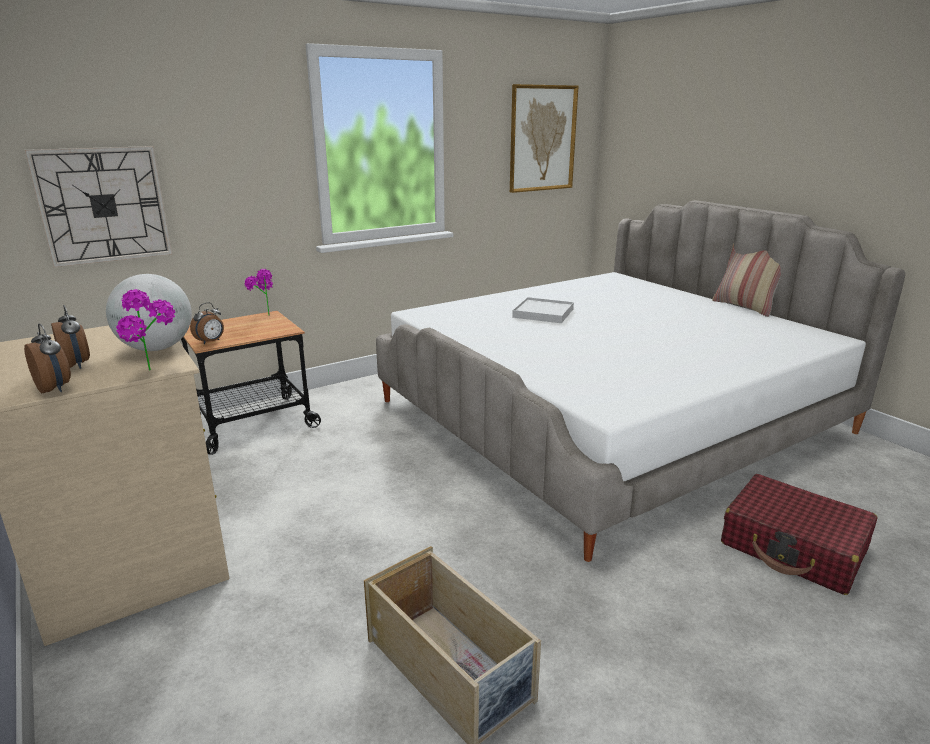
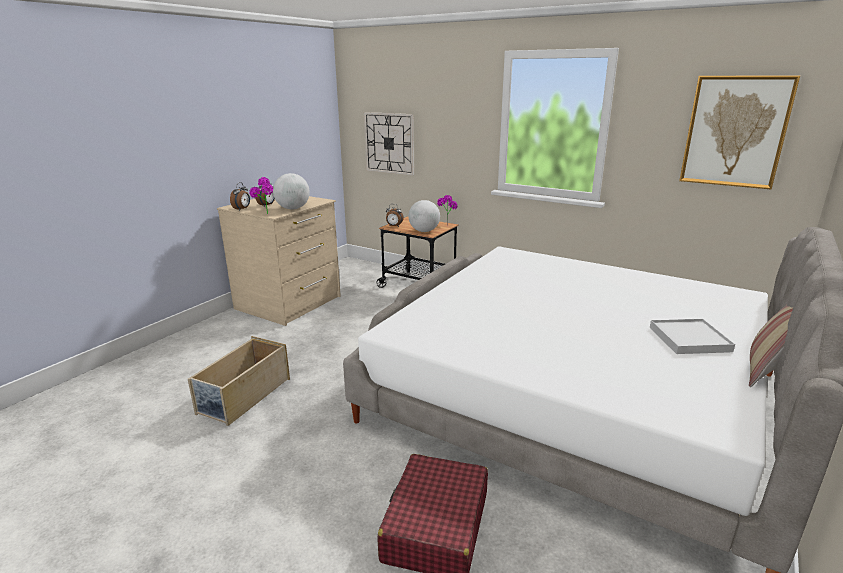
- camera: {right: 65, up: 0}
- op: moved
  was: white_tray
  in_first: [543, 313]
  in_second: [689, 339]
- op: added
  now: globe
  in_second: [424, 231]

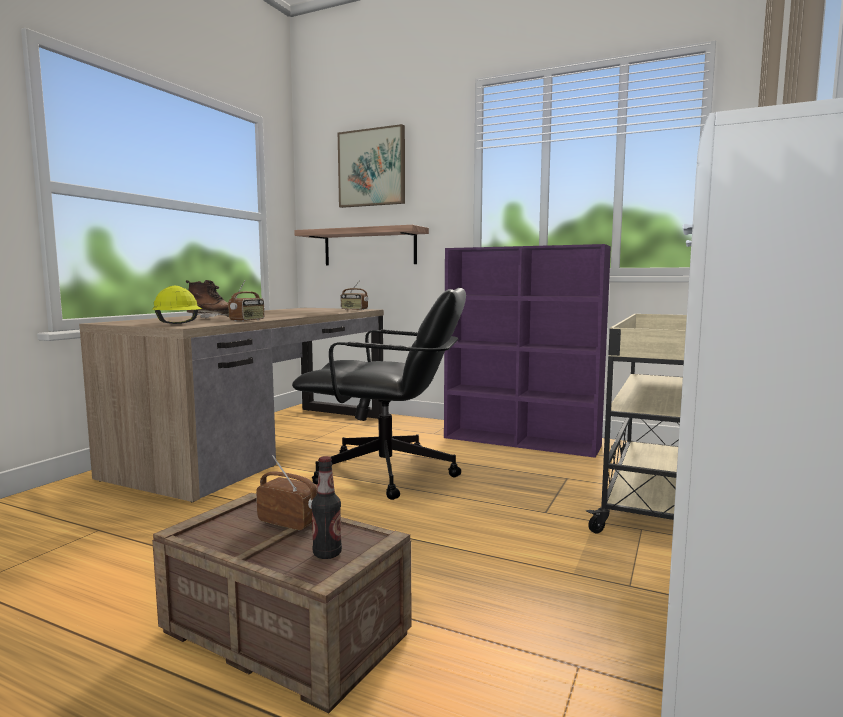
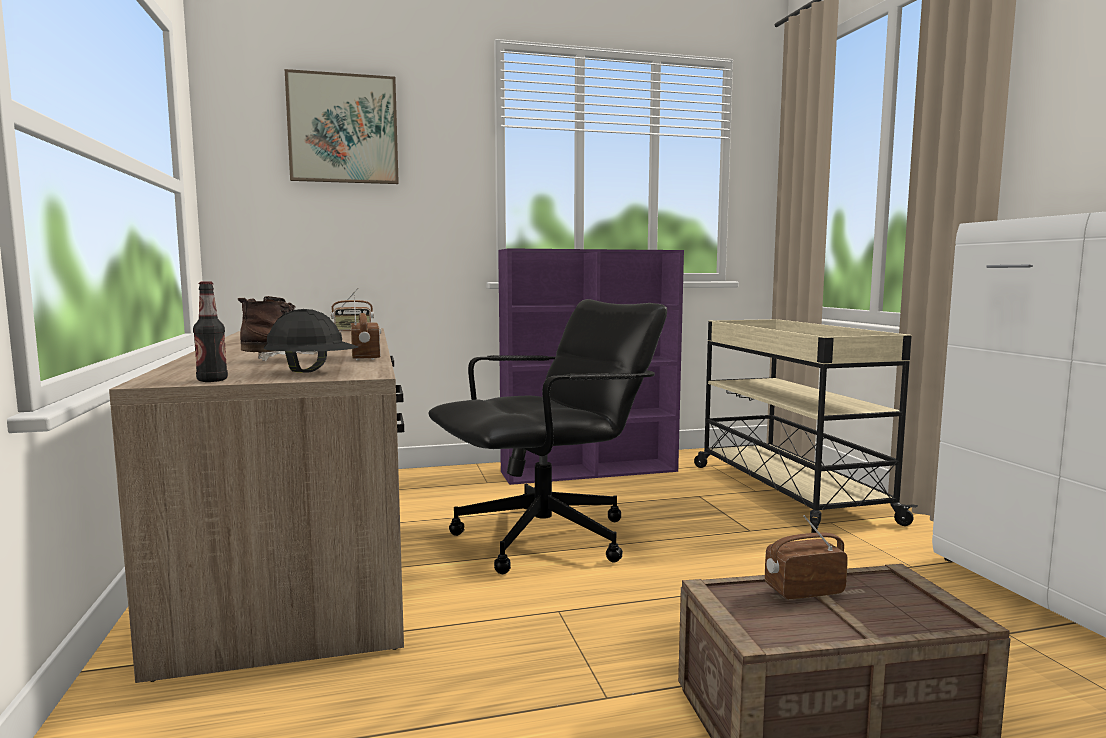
- camera: {right: -40, up: 0}
- op: recoloured
  was: yellow_hard_hat
  now: black_hard_hat
  in_first: [178, 323]
  in_second: [313, 371]
- op: removed
  was: shelf
  in_first: [369, 247]
- op: moved
  was: bottle
  in_first: [327, 554]
  in_second: [212, 380]

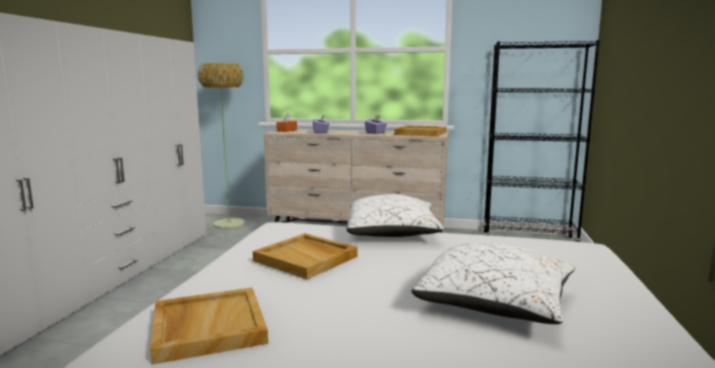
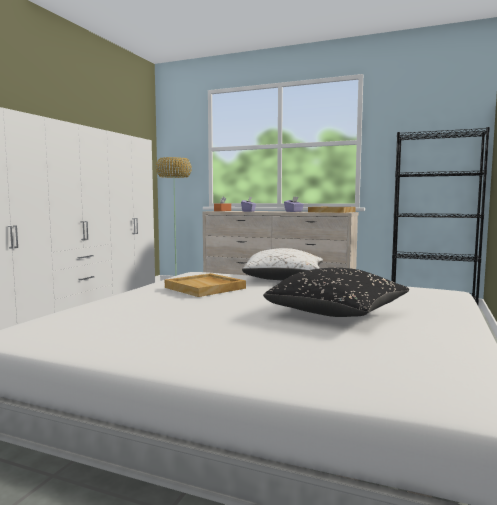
- camera: {right: 10, up: -5}
- op: removed
  was: beige_tray
  in_first: [207, 327]
- op: recoloured
  was: white_pillow
  now: black_pillow
  in_first: [496, 304]
  in_second: [337, 314]

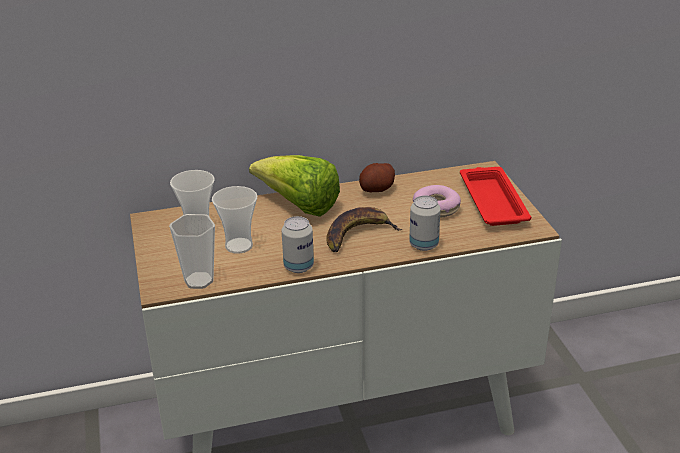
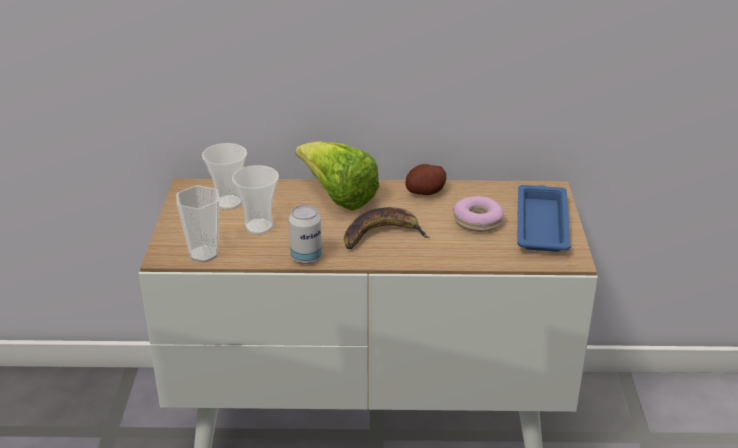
- camera: {right: 15, up: 0}
- op: removed
  was: can
  in_first: [423, 245]
- op: recoloured
  was: red_tray
  now: blue_tray
  in_first: [492, 201]
  in_second: [541, 223]

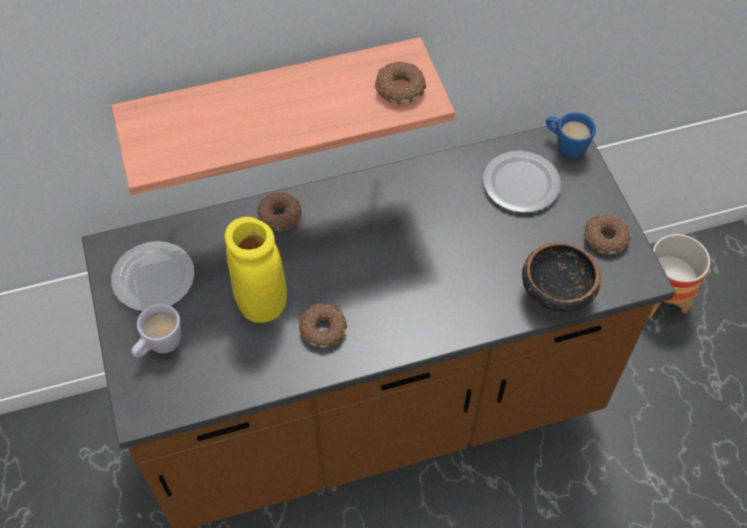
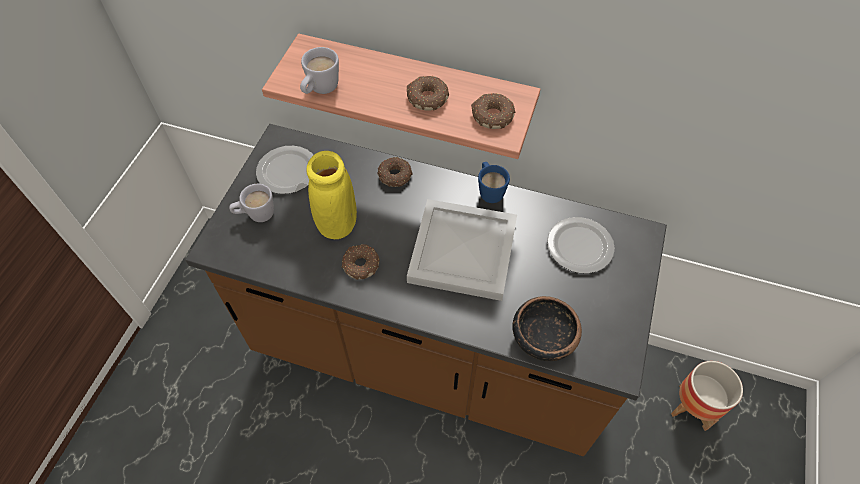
- camera: {right: 35, up: 0}
- op: moved
  was: blue_mug
  in_first: [565, 146]
  in_second: [489, 190]
- op: moved
  was: donut
  in_first: [604, 238]
  in_second: [427, 98]
- op: added
  now: white_mug
  in_second: [320, 90]
- op: added
  now: white_tray
  in_second: [464, 253]

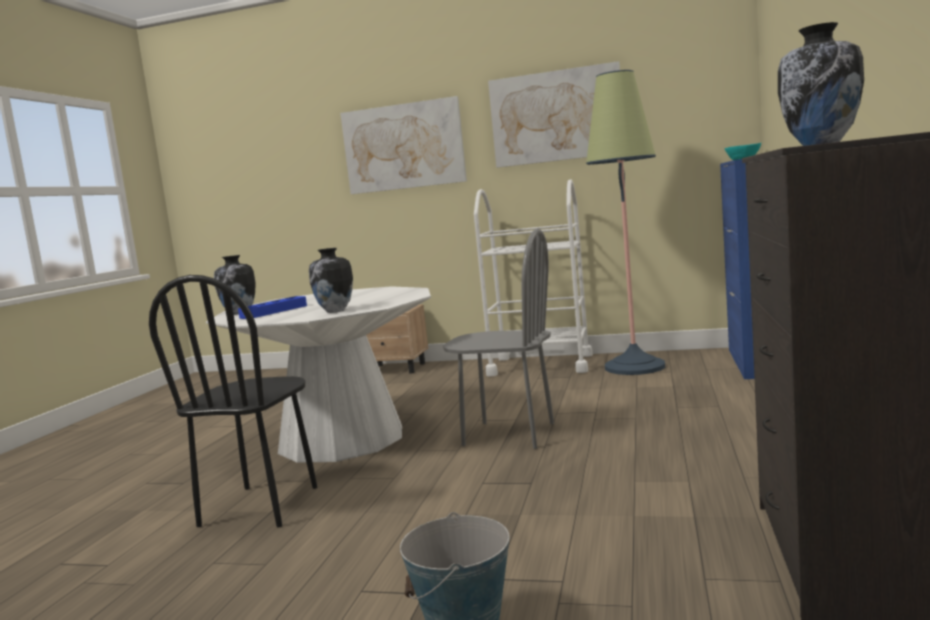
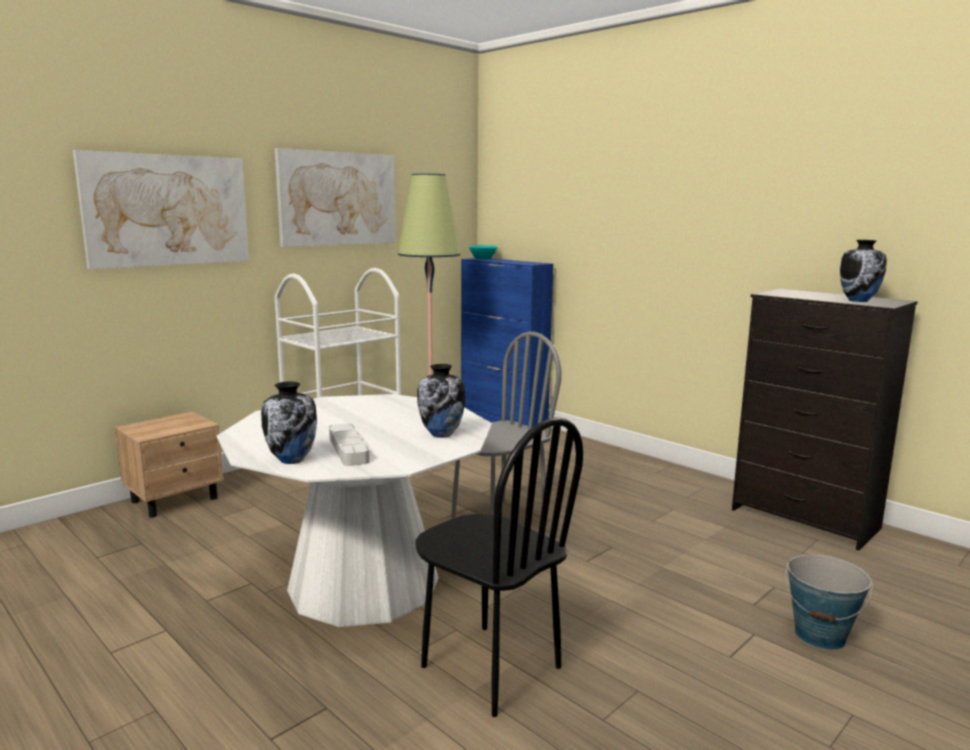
- camera: {right: -60, up: 5}
- op: recoloured
  was: blue_tray
  now: grey_tray
  in_first: [274, 311]
  in_second: [348, 449]

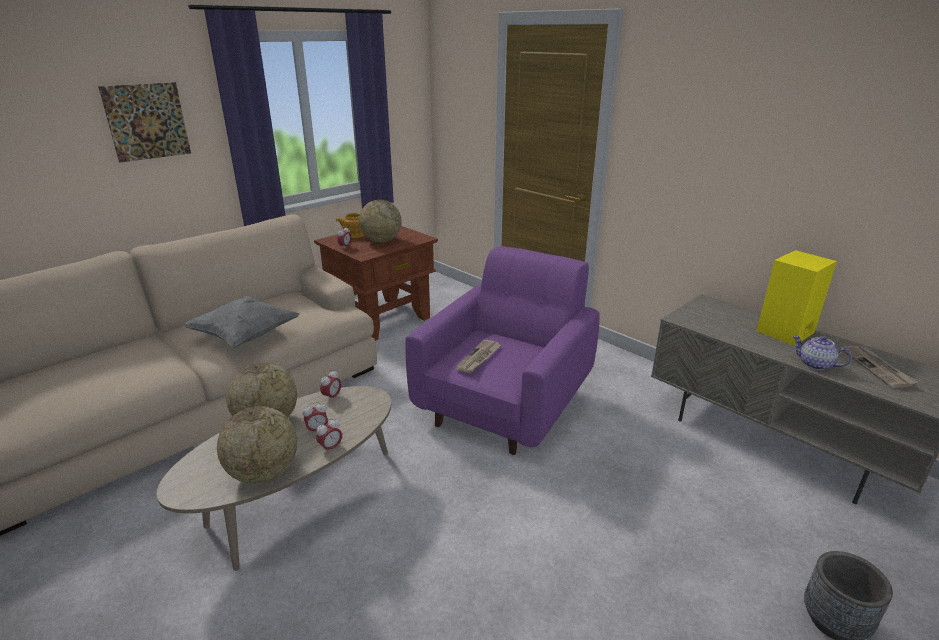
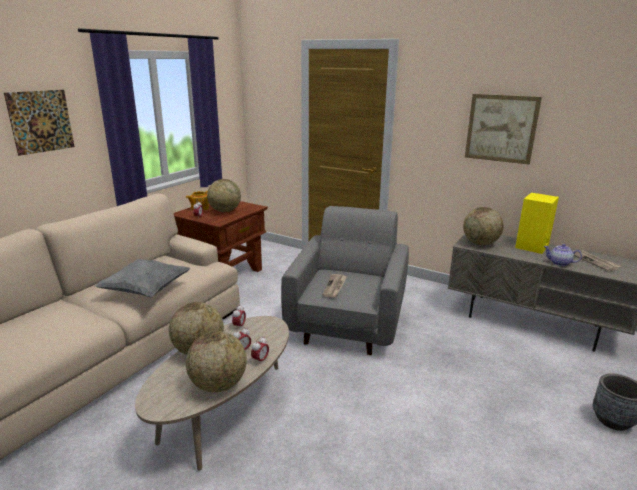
- camera: {right: -15, up: -5}
- op: recoloured
  was: purple_armchair
  now: grey_armchair
  in_first: [506, 403]
  in_second: [348, 322]
- op: added
  now: globe
  in_second: [480, 243]
- op: added
  now: picture
  in_second: [501, 128]

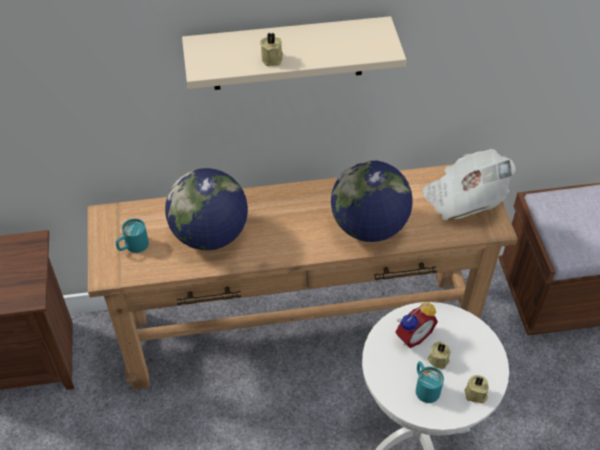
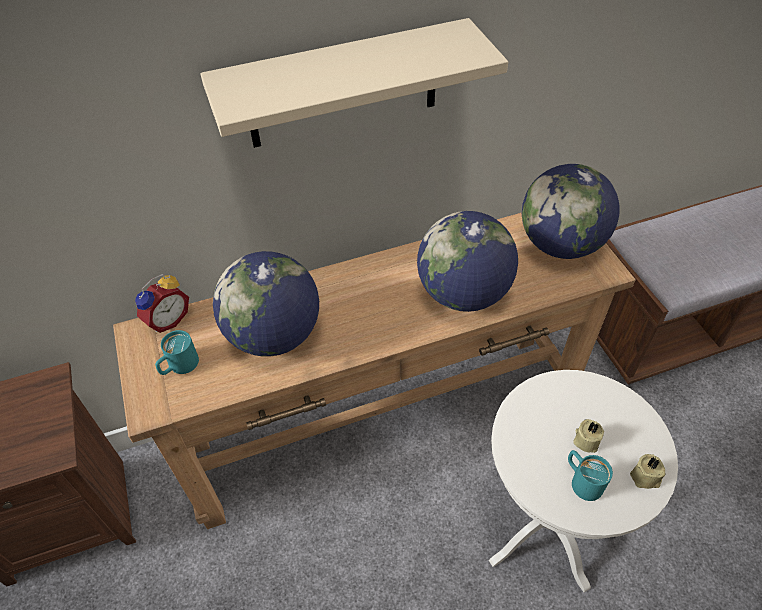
- camera: {right: -10, up: 0}
- op: removed
  was: beige_candle
  in_first: [273, 58]
- op: moved
  was: alarm_clock
  in_first: [412, 336]
  in_second: [167, 320]
- op: replaced
  was: newspaper
  now: globe
  in_first: [464, 199]
  in_second: [560, 245]

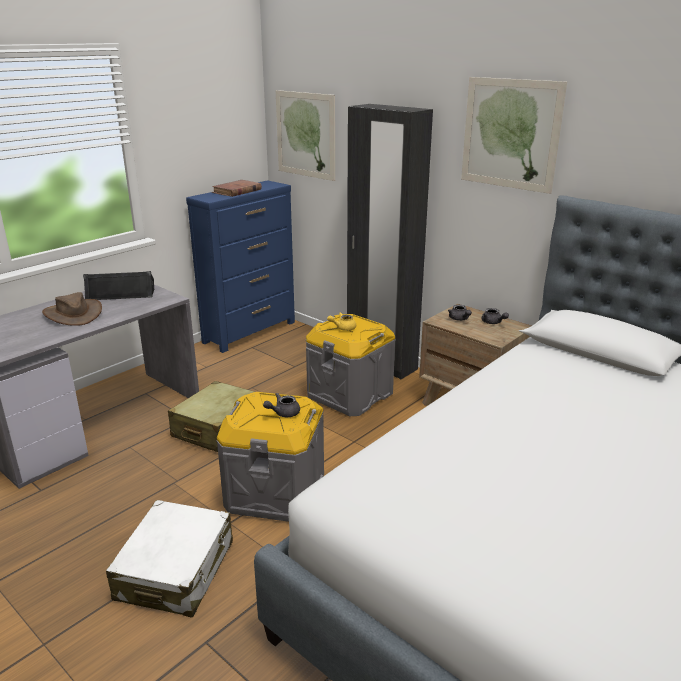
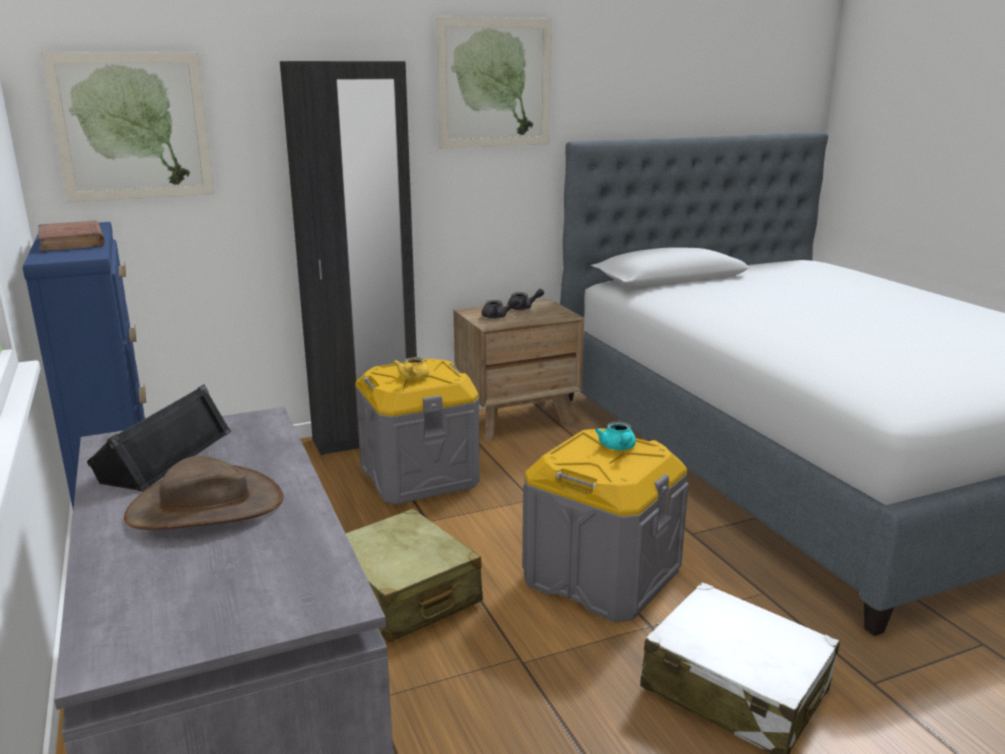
- camera: {right: -65, up: -5}
- op: recoloured
  was: grey_teapot
  now: turquoise_teapot
  in_first: [283, 413]
  in_second: [618, 448]

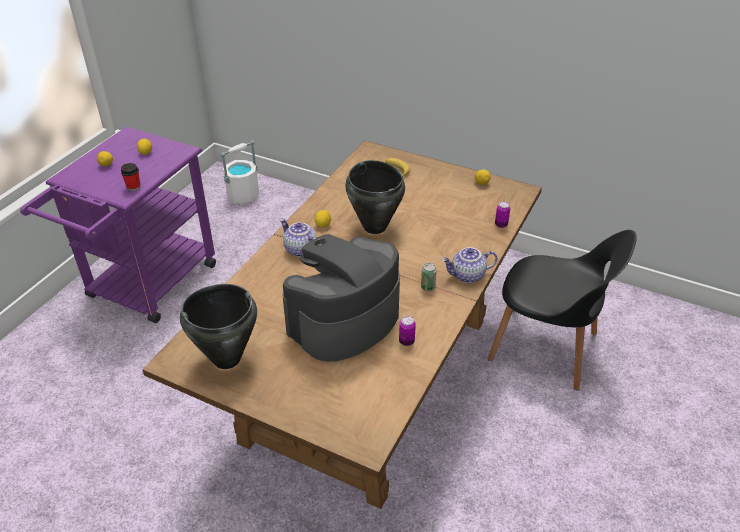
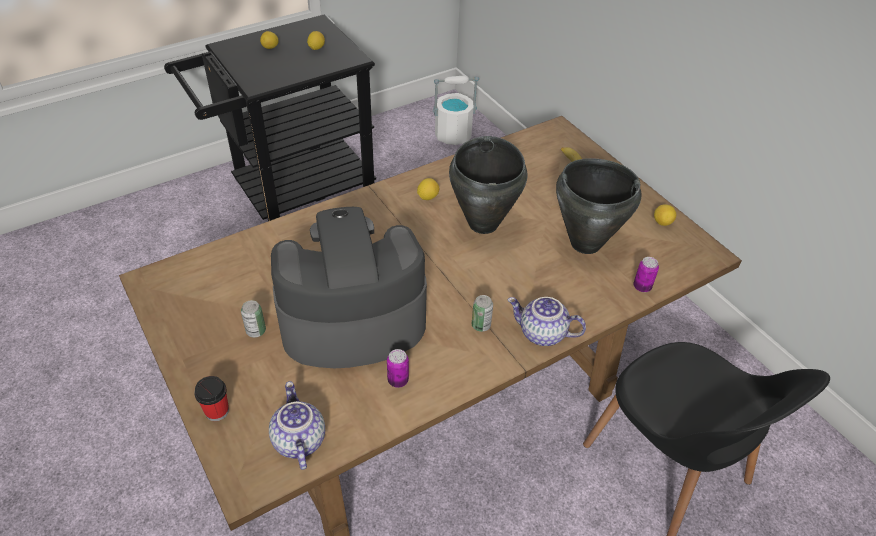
- camera: {right: 30, up: 5}
- op: recoloured
  was: purple_cart
  now: black_cart
  in_first: [145, 287]
  in_second: [292, 193]
- op: moved
  was: cup
  in_first: [133, 187]
  in_second: [217, 411]
- op: moved
  was: black_cooking_pot
  in_first: [226, 358]
  in_second: [585, 243]
- op: moved
  was: teapot
  in_first: [299, 250]
  in_second: [297, 440]
- op: added
  now: can
  in_second: [256, 331]

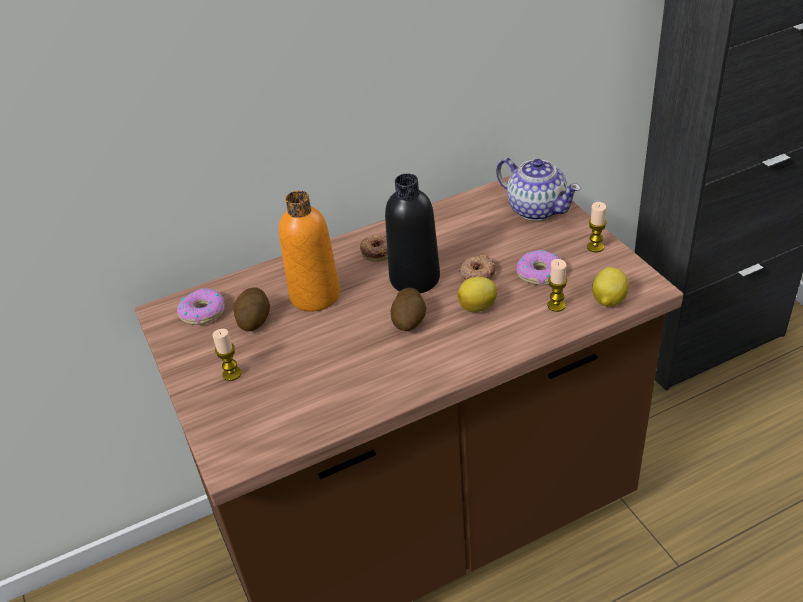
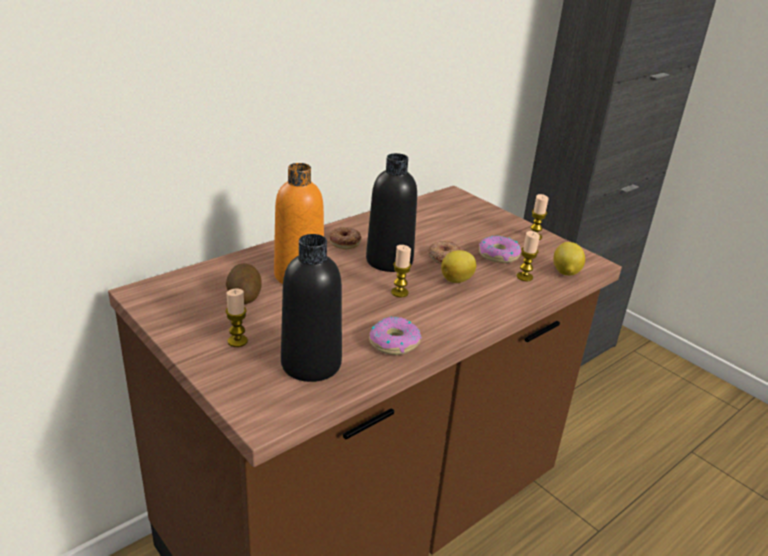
- camera: {right: -20, up: -10}
- op: moved
  was: donut
  in_first: [202, 312]
  in_second: [394, 342]
- op: replaced
  was: potato
  now: candle
  in_first: [409, 321]
  in_second: [399, 292]
- op: removed
  was: teapot
  in_first: [536, 208]
- op: added
  now: black_bottle
  in_second: [311, 364]

